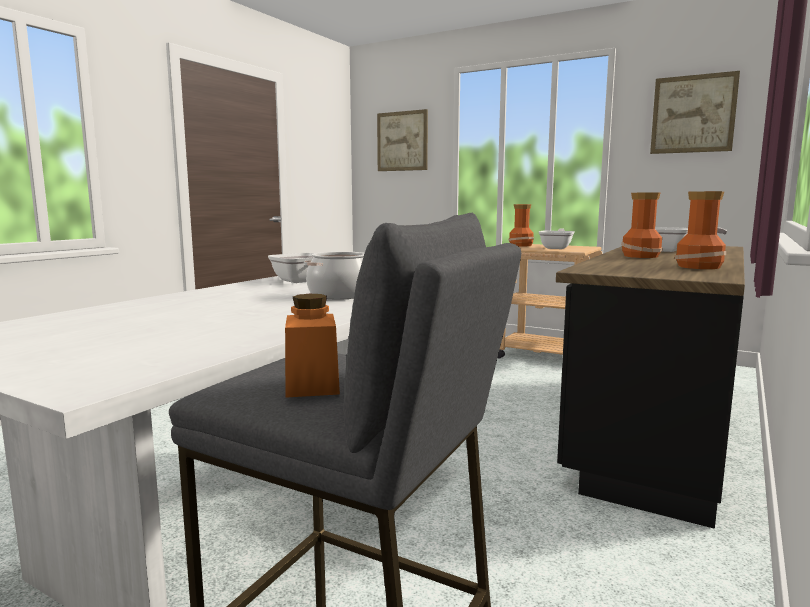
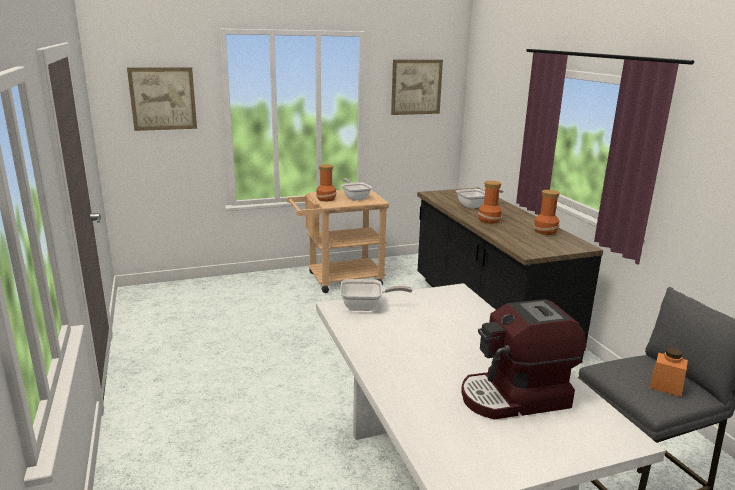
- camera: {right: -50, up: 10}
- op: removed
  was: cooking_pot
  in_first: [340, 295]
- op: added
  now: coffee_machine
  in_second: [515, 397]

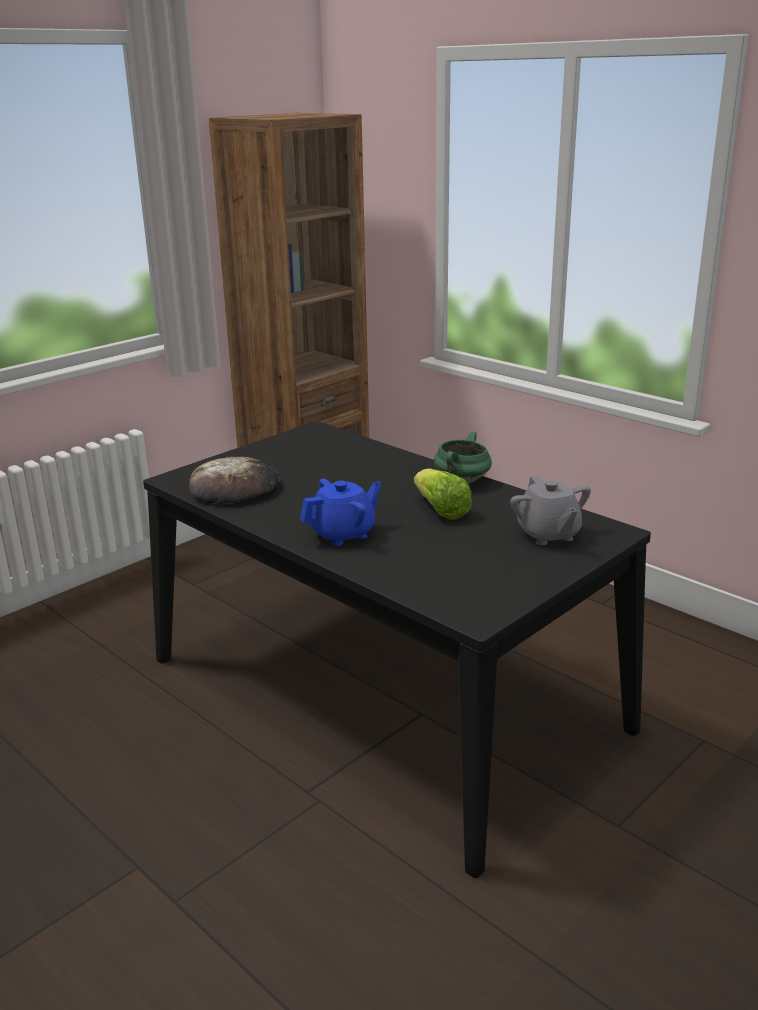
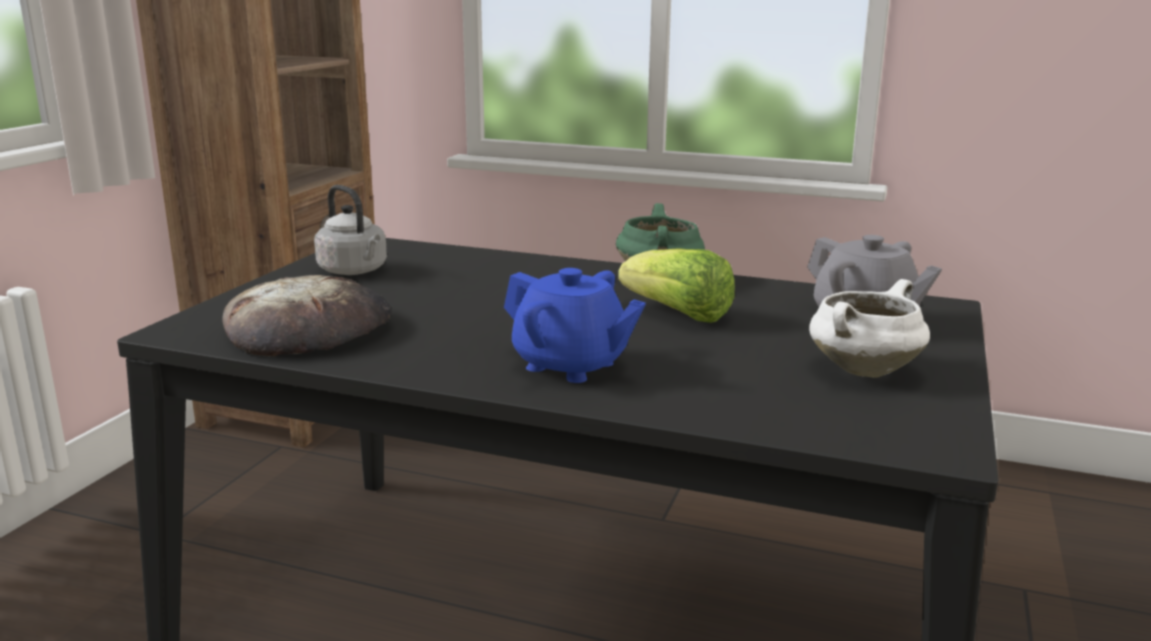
- camera: {right: -25, up: -5}
- op: turned
  was: blue_teapot
  in_first: [343, 534]
  in_second: [570, 365]
  clockwise: 90
- op: added
  now: grey_kettle
  in_second: [355, 271]
- op: added
  now: white_cooking_pot
  in_second: [864, 370]

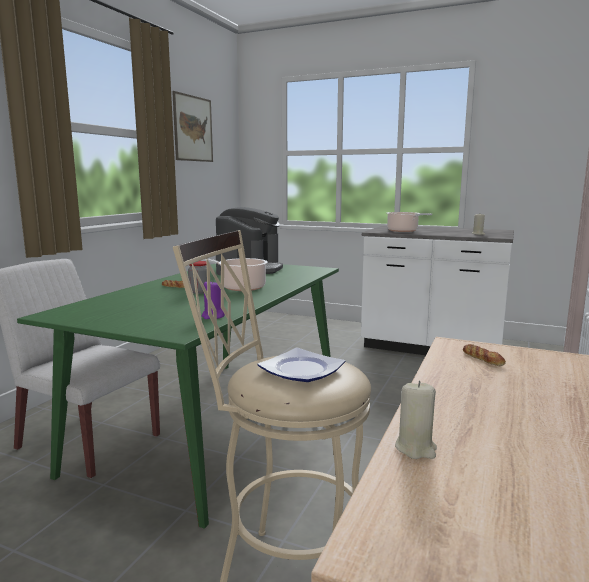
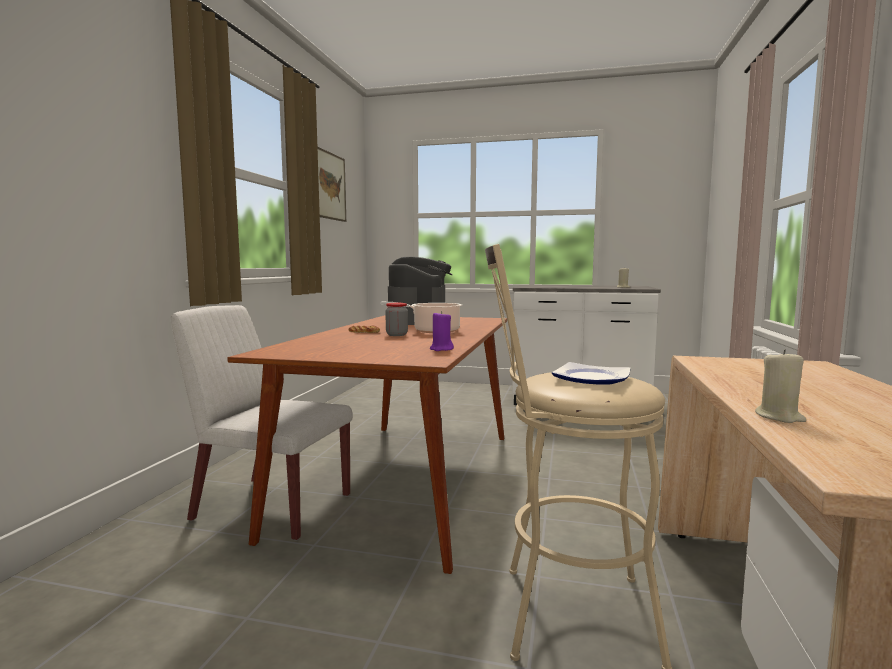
- camera: {right: -10, up: -5}
- op: recoloured
  was: green_dining_table
  now: brown_dining_table
  in_first: [218, 424]
  in_second: [406, 480]
- op: removed
  was: cooking_pot
  in_first: [404, 231]
- op: removed
  was: bread
  in_first: [483, 359]

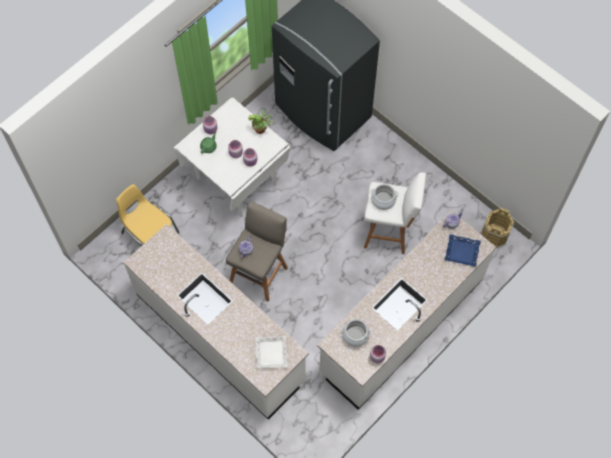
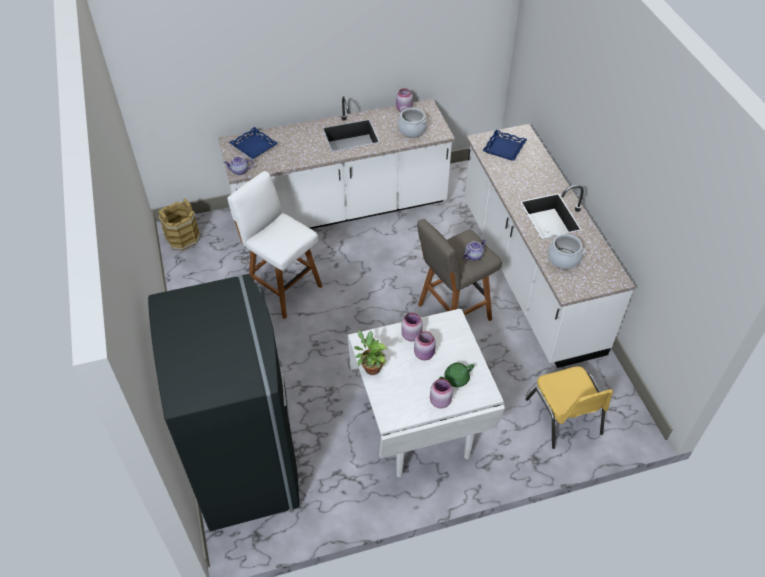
- camera: {right: -150, up: -15}
- op: recoloured
  was: white_tray
  now: blue_tray
  in_first: [271, 353]
  in_second: [504, 148]
- op: moved
  was: cooking_pot
  in_first: [383, 200]
  in_second: [563, 259]

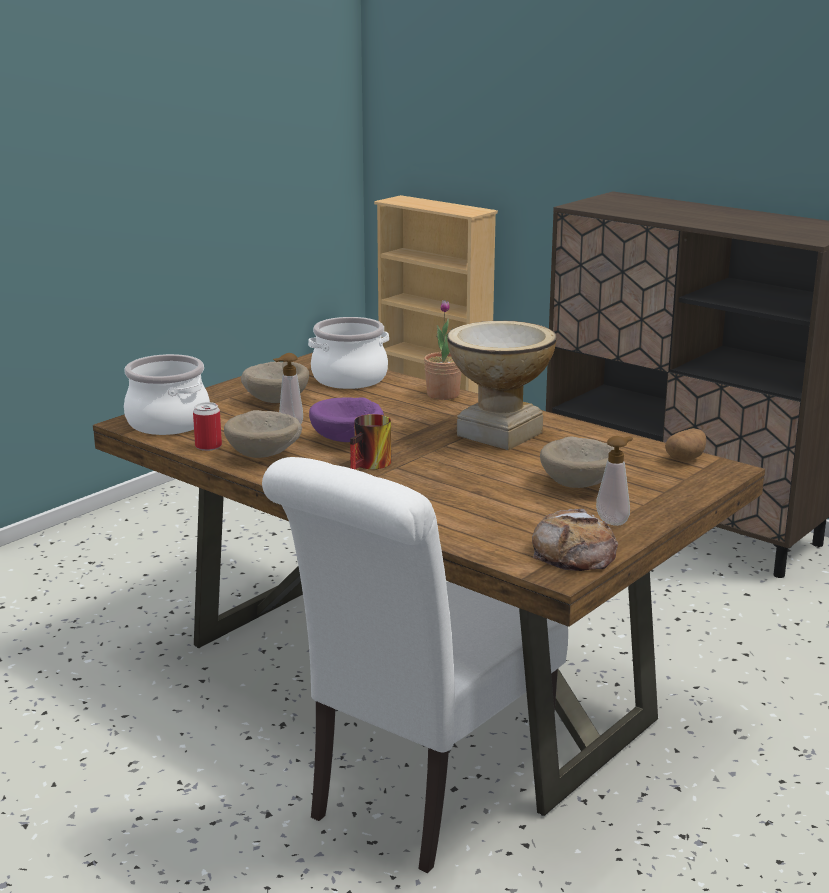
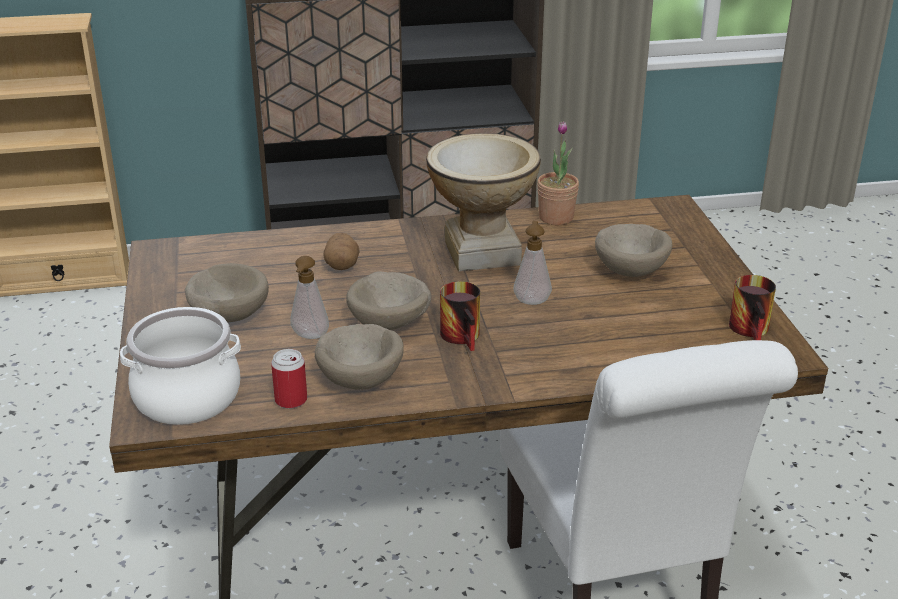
- camera: {right: -50, up: 10}
- op: removed
  was: cooking_pot
  in_first: [349, 379]
- op: recoloured
  was: purple_bowl
  now: beige_bowl
  in_first: [348, 440]
  in_second: [391, 323]
- op: moved
  was: potted_plant
  in_first: [443, 395]
  in_second: [556, 218]
- op: replaced
  was: bread
  now: mug
  in_first: [574, 552]
  in_second: [754, 330]
- op: moved
  was: soap_dispenser
  in_first: [614, 521]
  in_second: [532, 300]
- op: moved
  was: potato
  in_first: [685, 458]
  in_second: [342, 265]

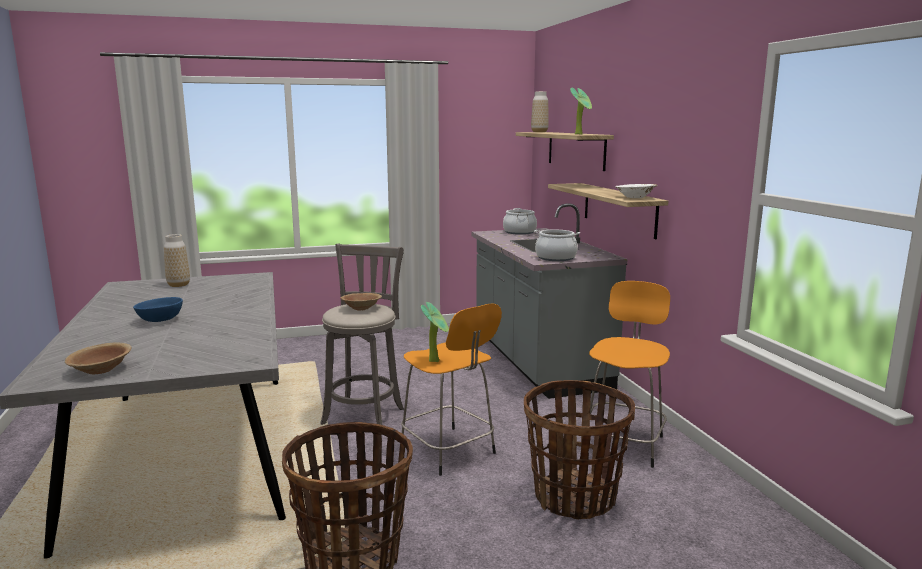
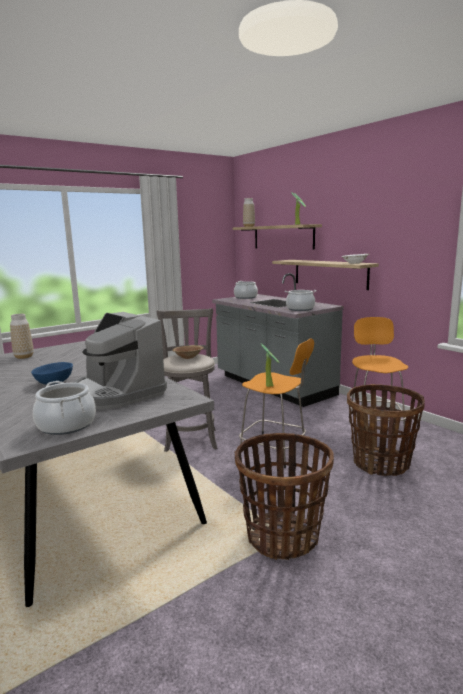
- camera: {right: -20, up: 0}
- op: replaced
  was: brown_bowl
  now: cooking_pot
  in_first: [101, 370]
  in_second: [67, 425]
- op: added
  now: coffee_machine
  in_second: [117, 393]

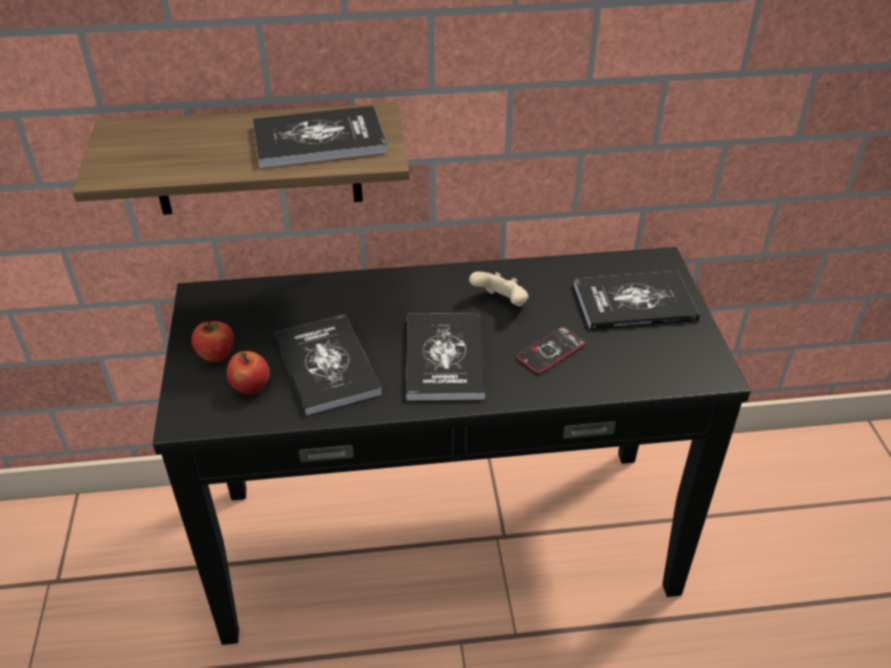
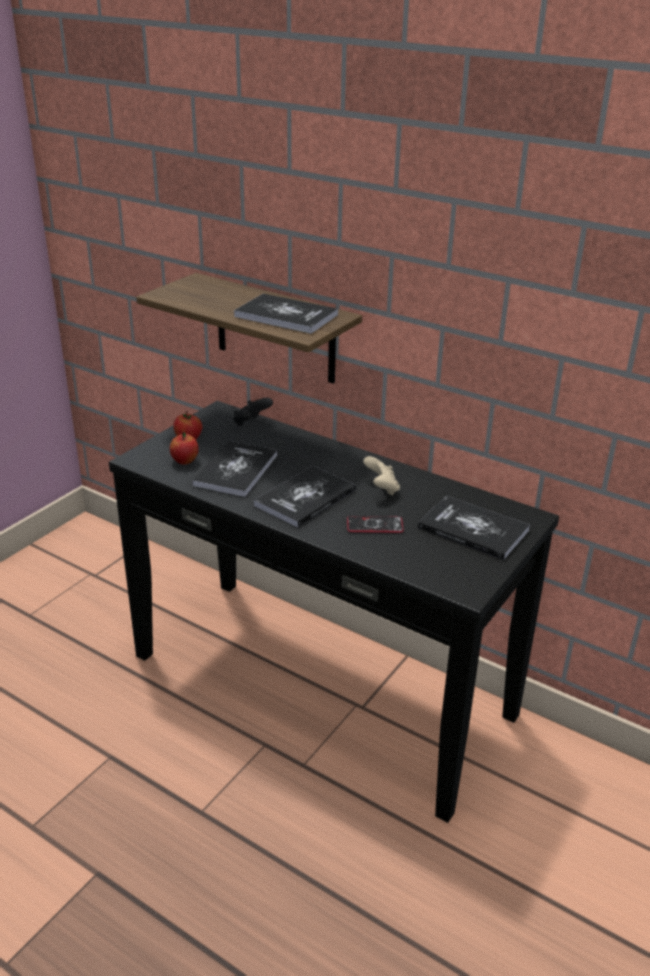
- camera: {right: 40, up: -10}
- op: added
  now: black_game_controller
  in_second: [251, 423]

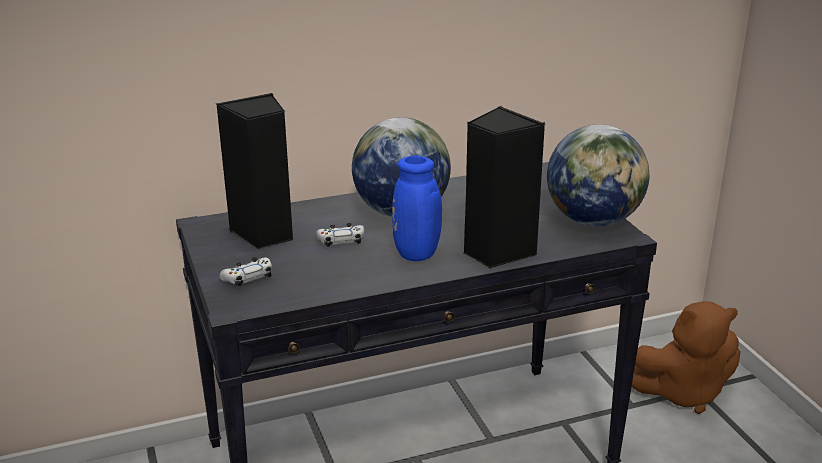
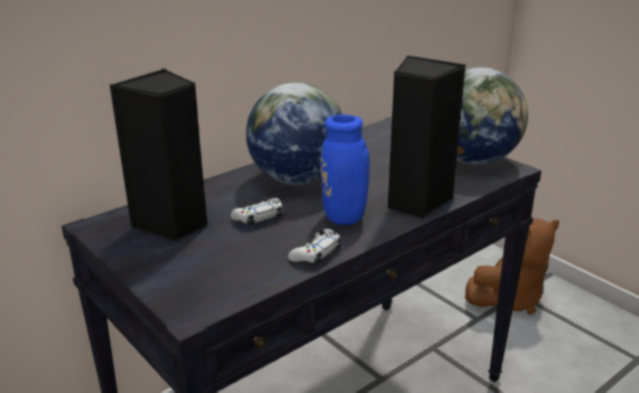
- camera: {right: -20, up: 0}
- op: moved
  was: white_game_controller
  in_first: [248, 277]
  in_second: [316, 253]

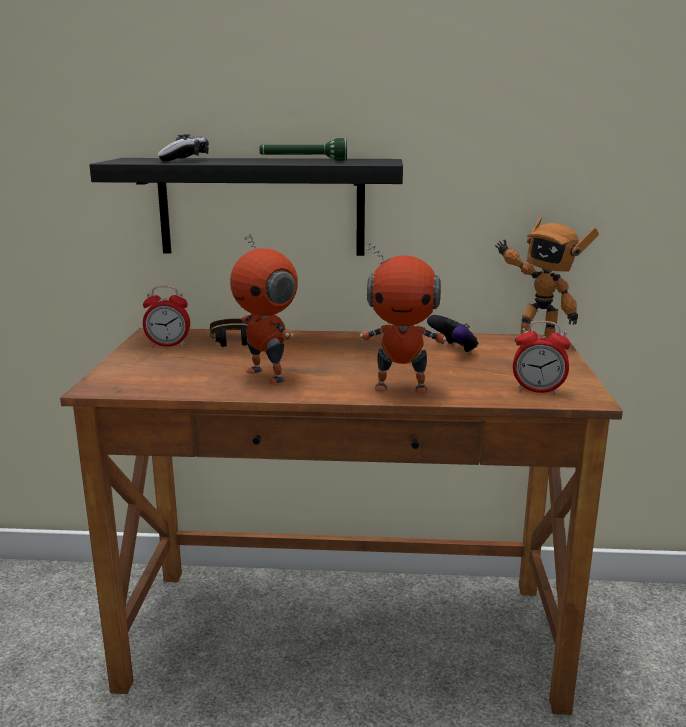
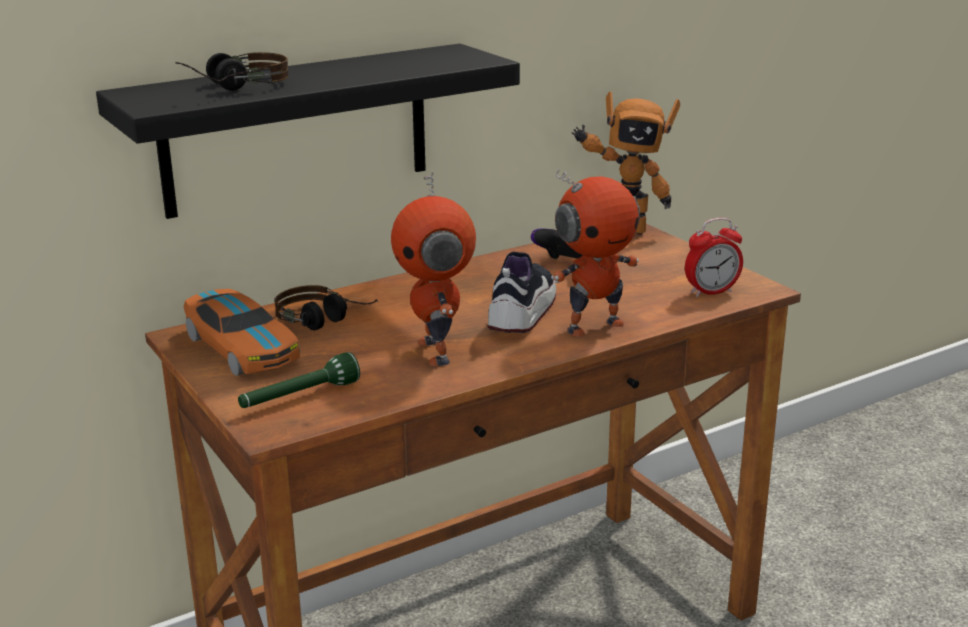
- camera: {right: -35, up: 5}
- op: replaced
  was: alarm_clock
  now: toy_car
  in_first: [168, 345]
  in_second: [242, 347]
- op: replaced
  was: game_controller
  now: headphones
  in_first: [185, 160]
  in_second: [232, 87]
- op: turned
  was: toy_robot
  in_first: [268, 375]
  in_second: [437, 351]
  clockwise: 60
- op: moved
  was: green_flashlight
  in_first: [303, 161]
  in_second: [299, 398]
- op: added
  now: shoe
  in_second: [521, 314]

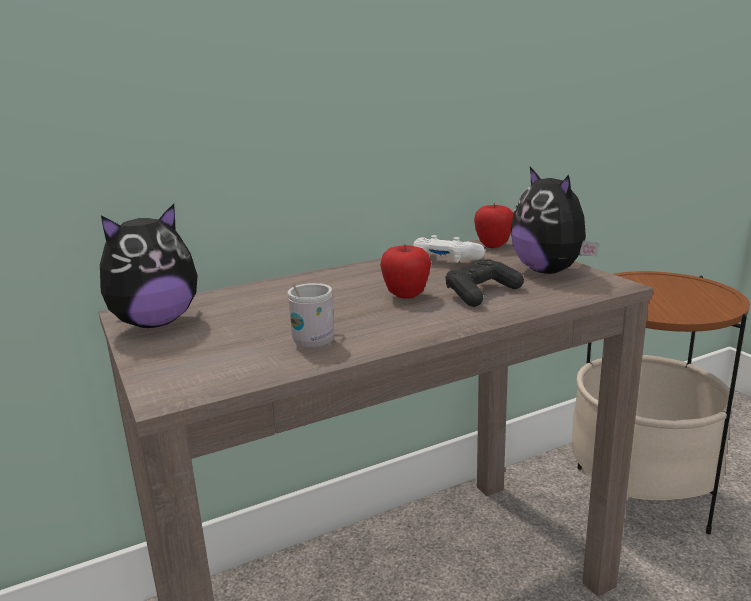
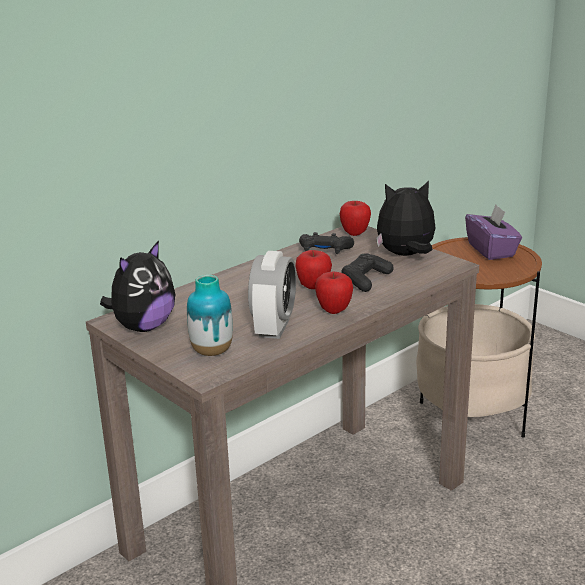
- camera: {right: -15, up: 5}
- op: replaced
  was: white_mug
  now: alarm_clock
  in_first: [317, 340]
  in_second: [274, 328]
- op: recoloured
  was: white_game_controller
  now: black_game_controller
  in_first: [445, 260]
  in_second: [324, 251]
- op: turned
  was: plush_toy
  in_first: [550, 271]
  in_second: [406, 255]
  clockwise: 120
- op: added
  now: vase
  in_second: [212, 351]
- op: added
  now: apple
  in_second: [334, 310]
- op: added
  now: purple_tissue_box
  in_second: [491, 250]

